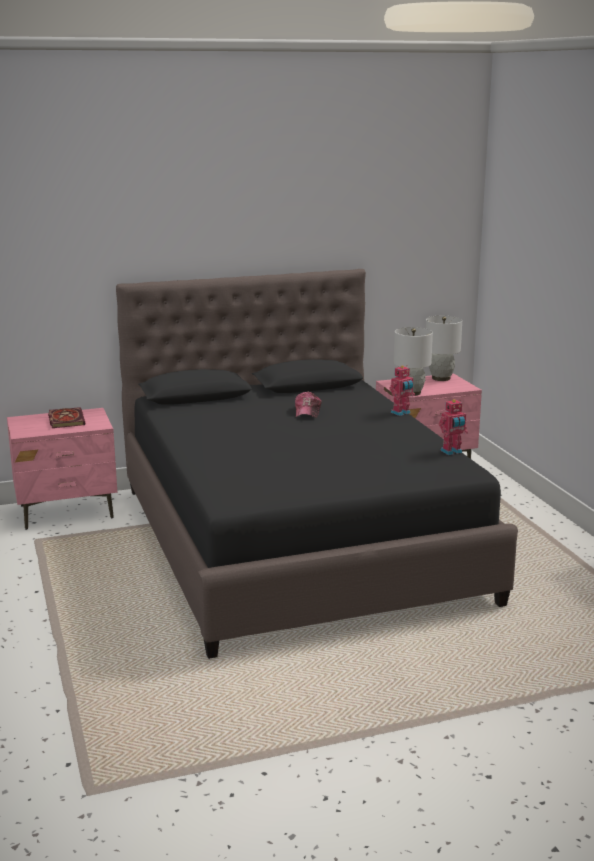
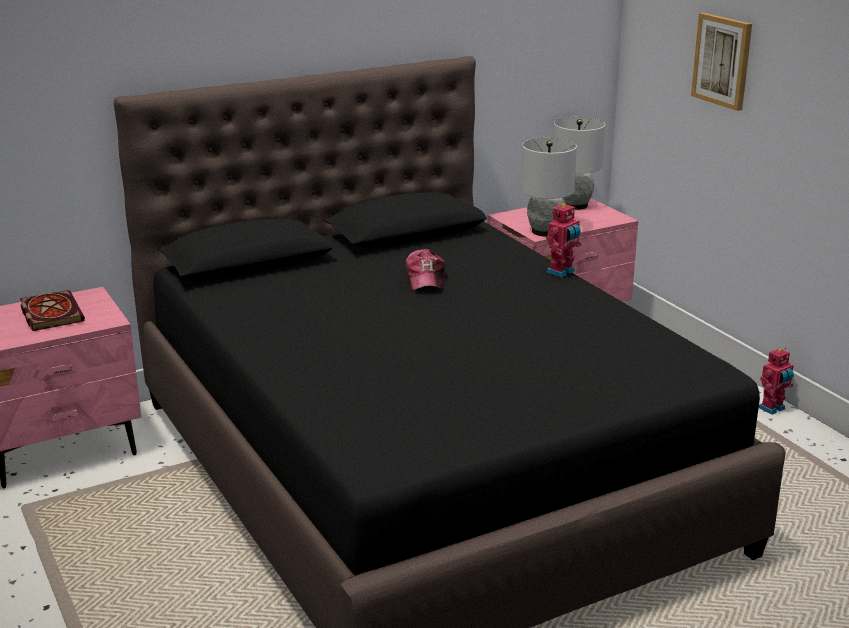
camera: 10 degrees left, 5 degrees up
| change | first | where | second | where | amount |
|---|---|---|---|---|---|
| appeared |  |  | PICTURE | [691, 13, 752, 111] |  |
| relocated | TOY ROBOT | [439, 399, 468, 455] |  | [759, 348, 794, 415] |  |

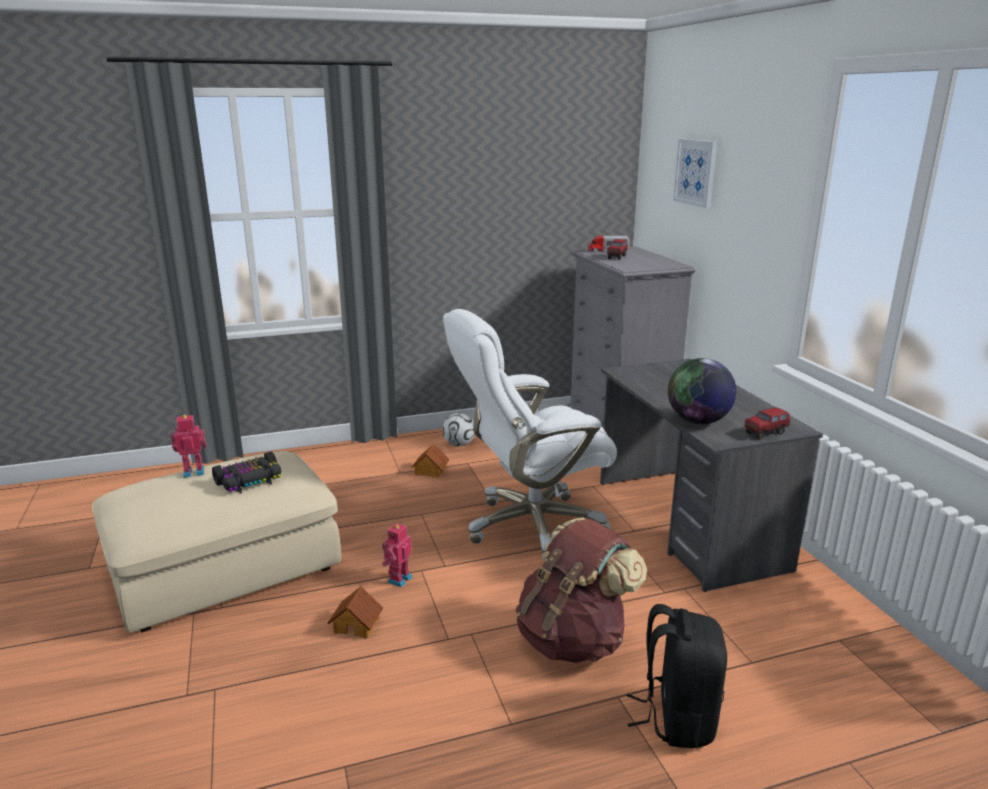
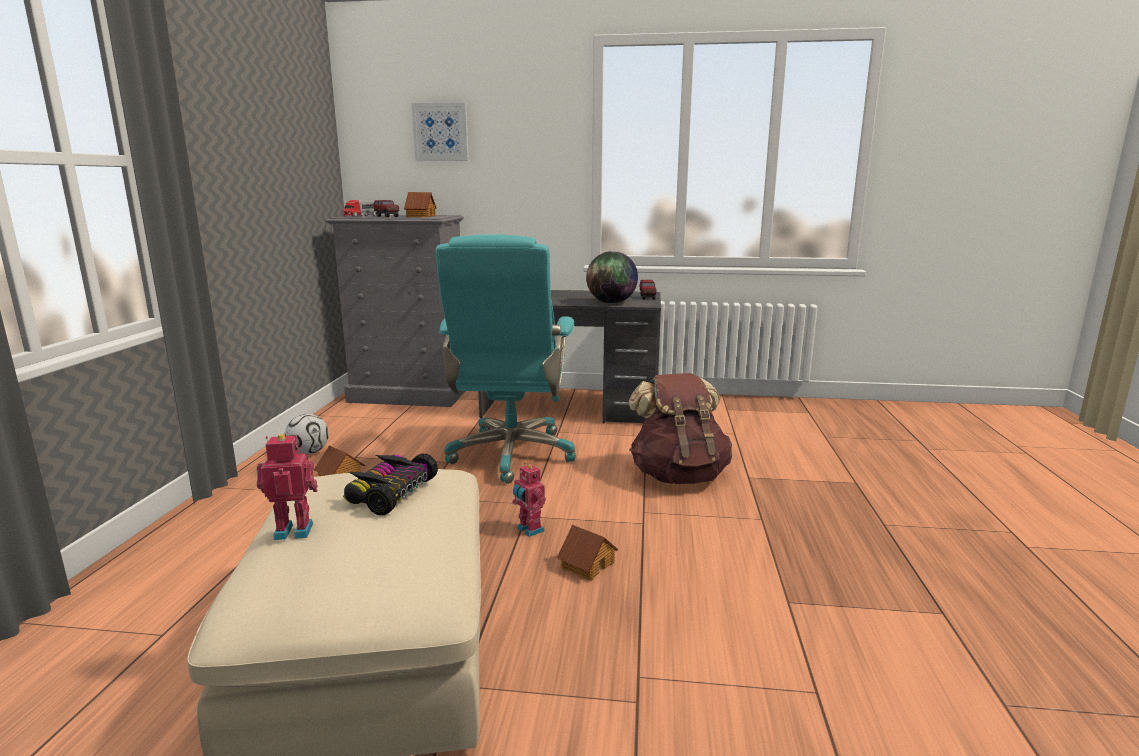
camera: 65 degrees left, 5 degrees down
| change | first | where | second | where | amount |
|---|---|---|---|---|---|
| spun | TOY ROBOT | [171, 415, 206, 478] |  | [257, 434, 318, 540] | 75 degrees clockwise |
| spun | TOY CAR | [212, 452, 281, 494] |  | [343, 453, 438, 515] | 150 degrees counterclockwise |
| appeared |  |  | TOY HOUSE | [404, 192, 437, 217] |  |
| colour | WHITE OFFICE CHAIR | [443, 309, 617, 560] | TURQUOISE OFFICE CHAIR | [436, 234, 576, 484] |  |
| missing | BLACK BACKPACK | [627, 604, 727, 748] |  |  |  |

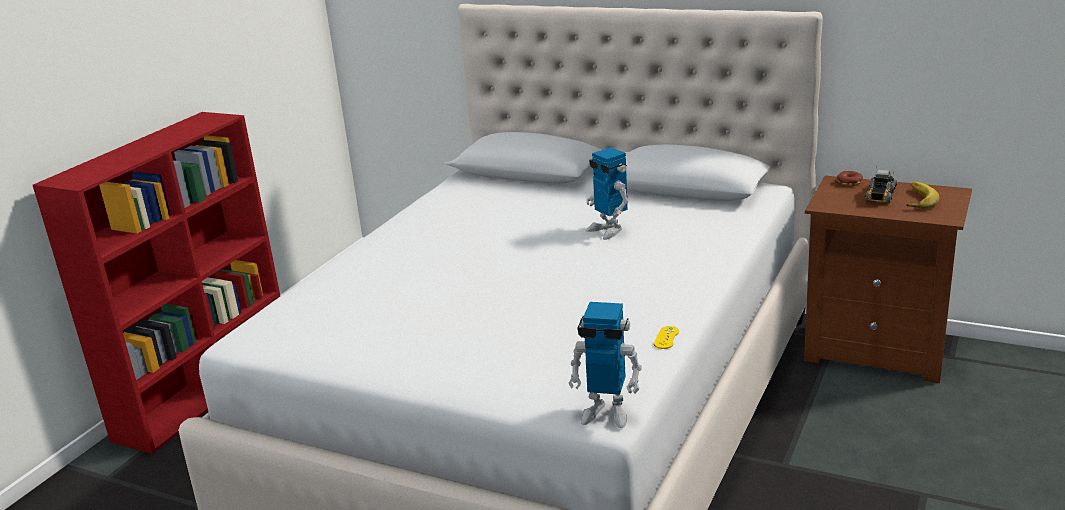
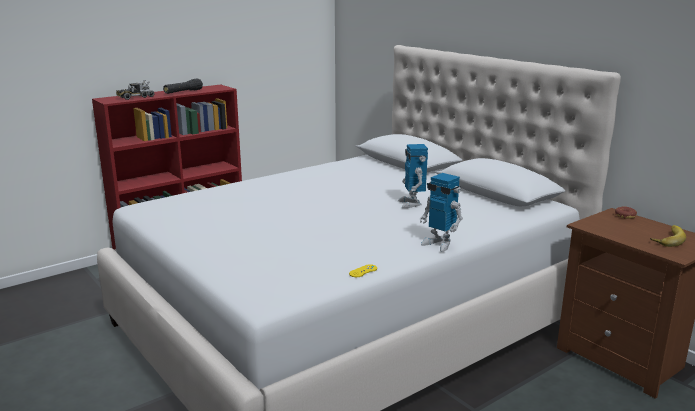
camera: 25 degrees right, 5 degrees down
| change | first | where | second | where | amount |
|---|---|---|---|---|---|
| relocated | TOY TRUCK | [865, 165, 897, 203] |  | [116, 81, 154, 100] |  |
| appeared |  |  | BLACK FLASHLIGHT | [163, 78, 203, 94] |  |
| relocated | TOY ROBOT | [568, 302, 642, 428] |  | [420, 173, 463, 252] |  |

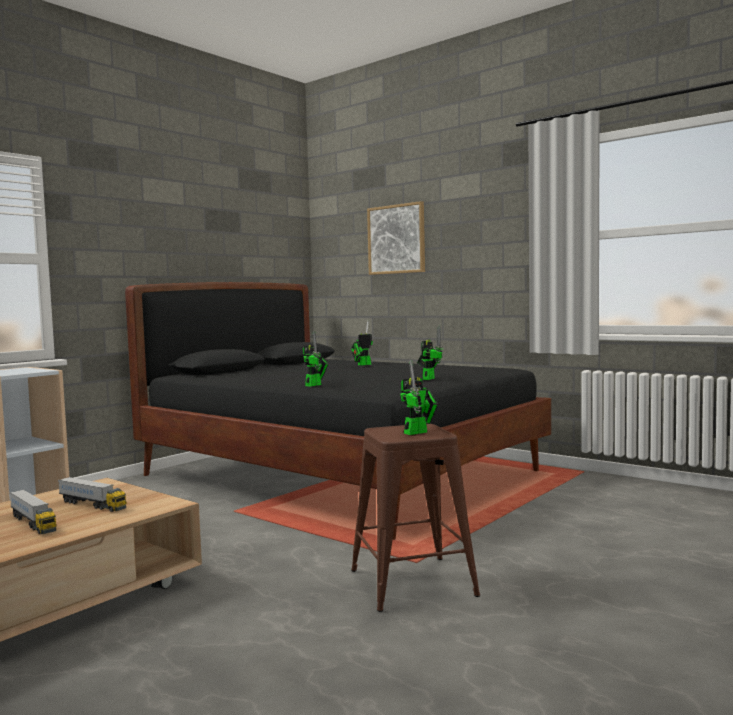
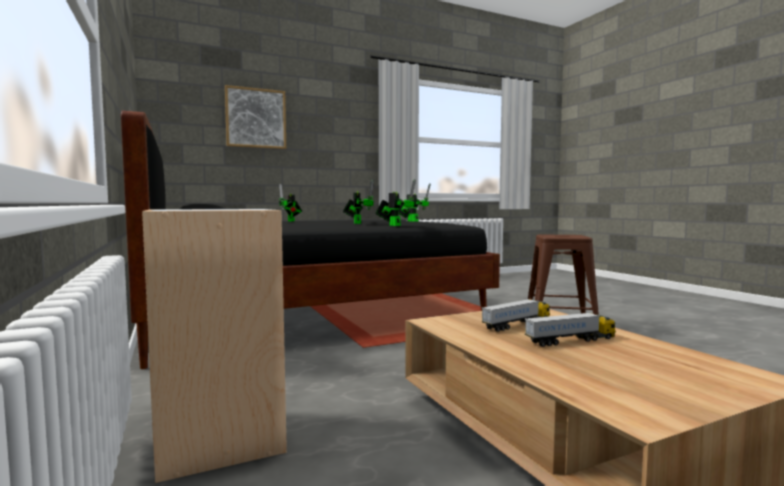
camera: 65 degrees left, 0 degrees up
| change | first | where | second | where | amount |
|---|---|---|---|---|---|
| relocated | TOY ROBOT | [400, 359, 438, 435] |  | [343, 179, 374, 224] |  |

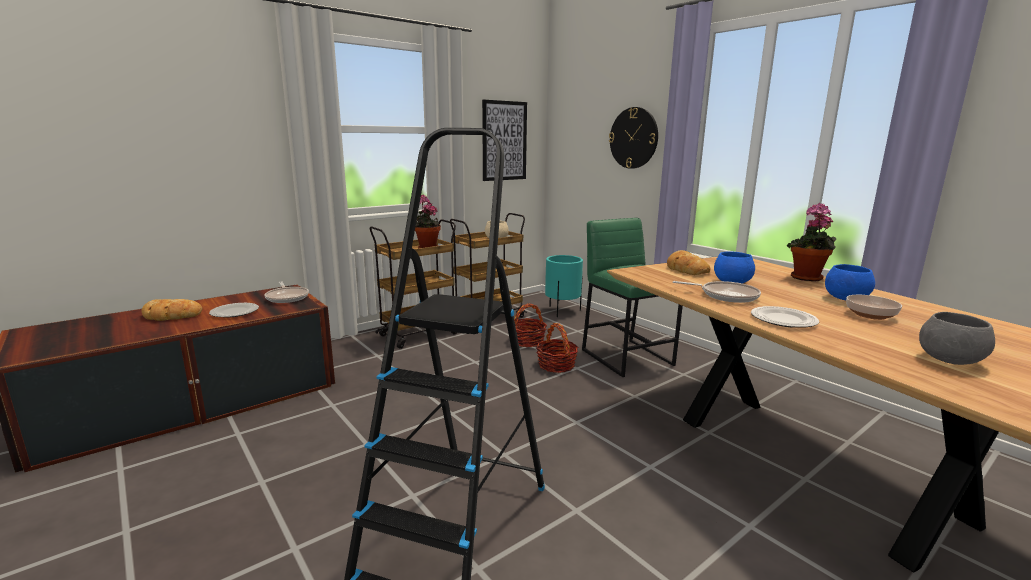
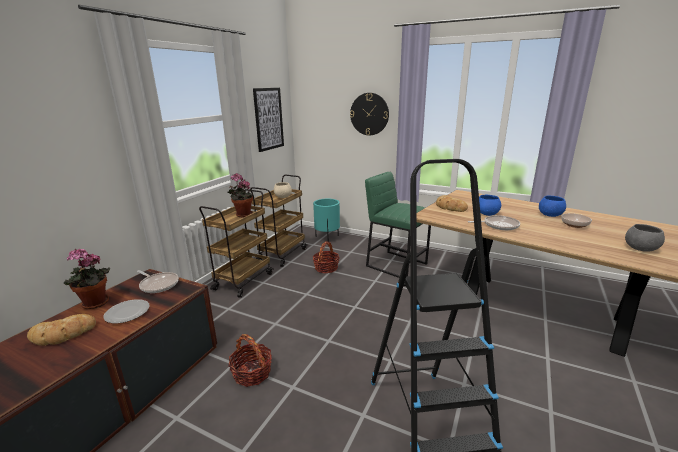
camera: 25 degrees left, 5 degrees up
| change | first | where | second | where | amount |
|---|---|---|---|---|---|
| relocated | POTTED PLANT | [787, 203, 836, 281] |  | [64, 249, 110, 309] |  |
| relocated | BASKET | [536, 323, 578, 373] |  | [228, 334, 272, 387] |  |
| missing | PLATE | [751, 306, 819, 328] |  |  |  |

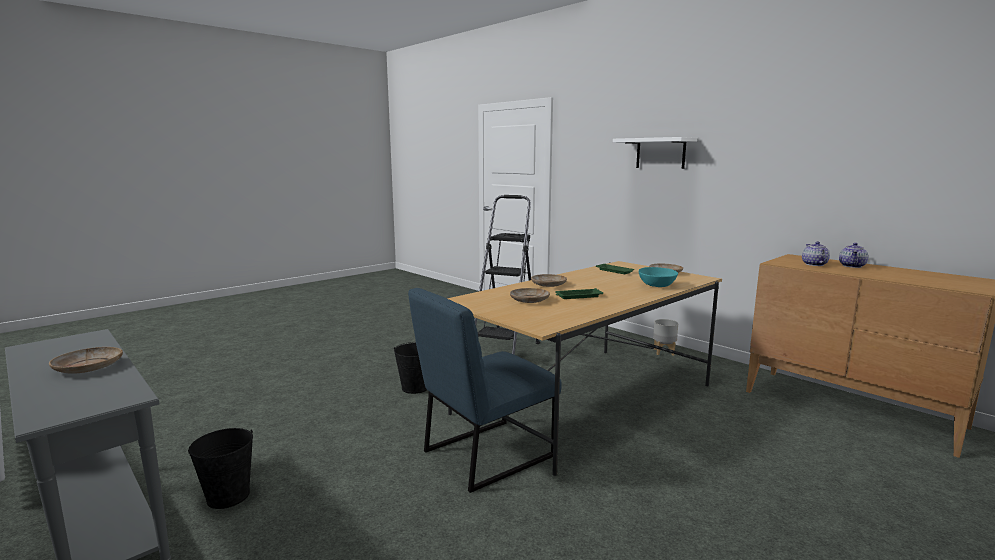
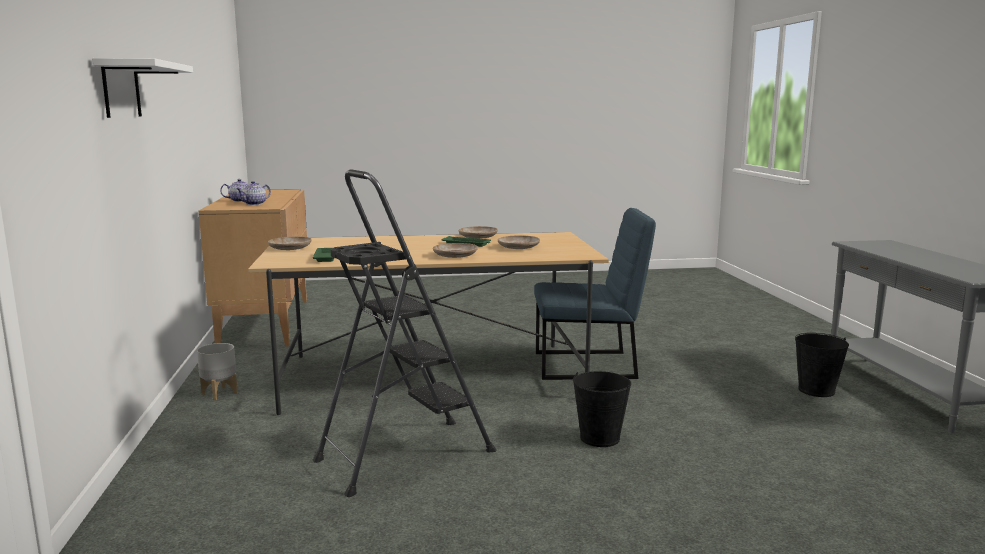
camera: 145 degrees left, 0 degrees up
| change | first | where | second | where | amount |
|---|---|---|---|---|---|
| relocated | BEIGE PLATE | [49, 347, 123, 374] |  | [458, 226, 498, 239] |  |
| missing | TURQUOISE BOWL | [638, 267, 678, 287] |  |  |  |

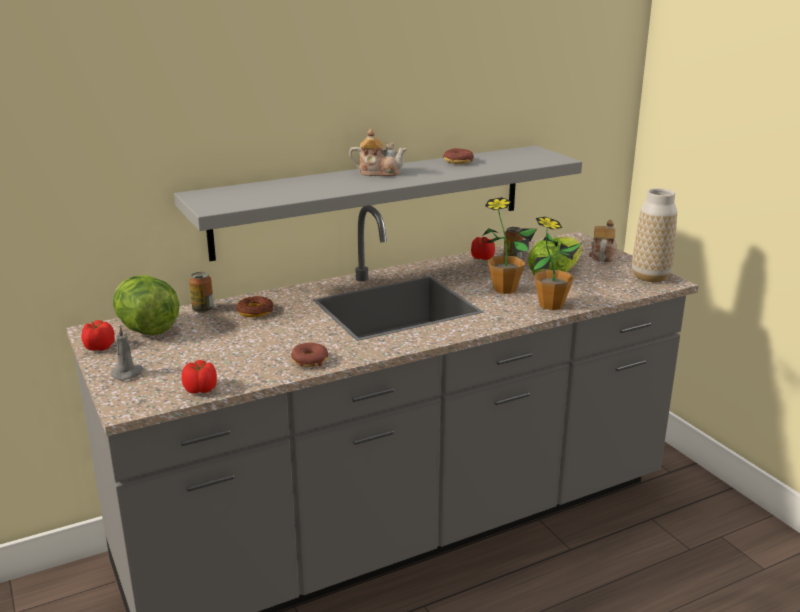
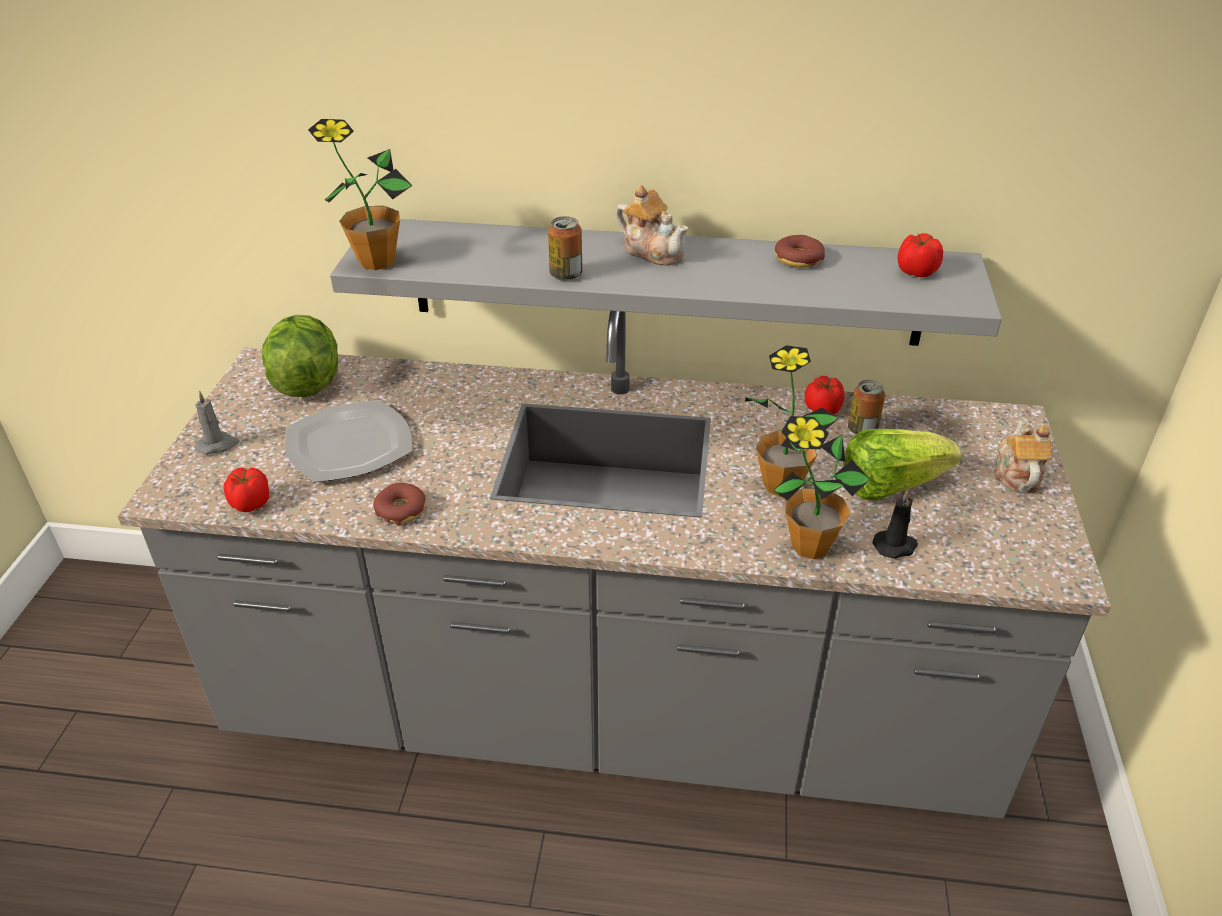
camera: 35 degrees right, 15 degrees up
| change | first | where | second | where | amount |
|---|---|---|---|---|---|
| appeared |  |  | PLATE | [285, 400, 412, 483] |  |
| appeared |  |  | POTTED PLANT | [308, 119, 412, 270] |  |
| relocated | CAN | [189, 272, 214, 313] |  | [548, 216, 582, 281] |  |
| appeared |  |  | BLACK CANDLE | [872, 489, 918, 559] |  |
| relocated | TOMATO | [81, 320, 115, 351] |  | [898, 233, 943, 277] |  |
| spun | TEAPOT | [589, 220, 617, 262] |  | [994, 417, 1052, 493] | 45 degrees counterclockwise |
| missing | DONUT | [236, 296, 274, 317] |  |  |  |
| missing | VASE | [632, 188, 677, 282] |  |  |  |

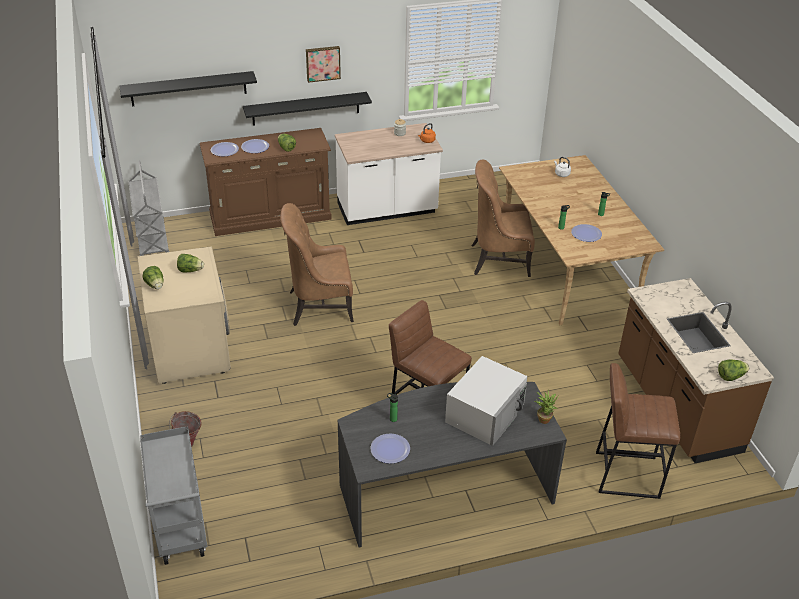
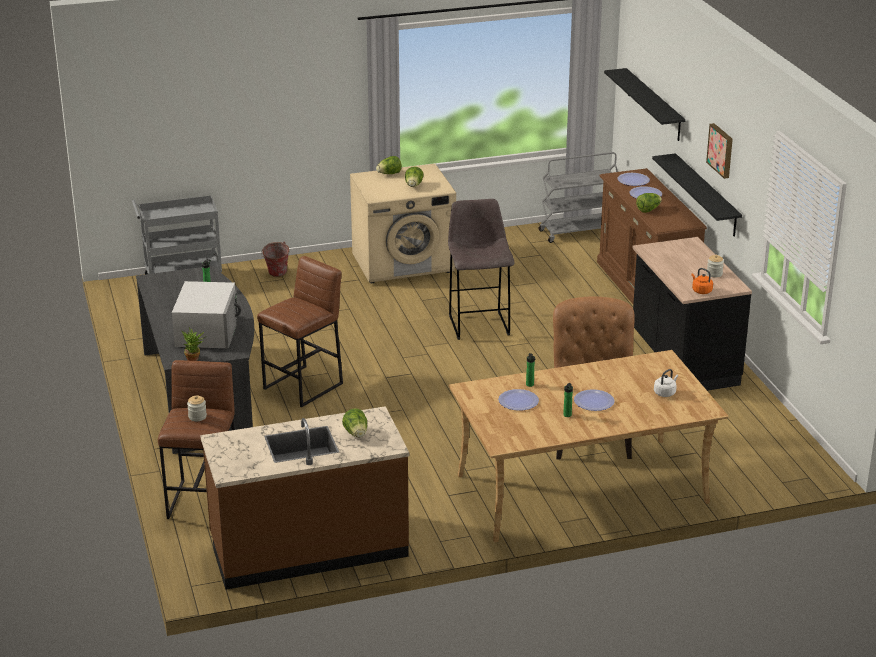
camera: 90 degrees right, 10 degrees down
| change | first | where | second | where | amount |
|---|---|---|---|---|---|
| spun | WHITE MICROWAVE | [445, 356, 527, 446] |  | [172, 281, 241, 349] | 120 degrees counterclockwise |
| appeared |  |  | JAR | [187, 396, 207, 421] |  |
| relocated | LETTUCE | [718, 359, 749, 381] |  | [342, 408, 367, 438] |  |
| exchanged | BROWN CHAIR | [280, 203, 354, 326] | GREY STOOL | [448, 199, 514, 340] |  |
| relocated | PLATE | [370, 434, 410, 464] |  | [574, 389, 615, 411] |  |
| colour | WHITE COUNTER | [335, 123, 443, 225] | BLACK COUNTER | [632, 237, 752, 391] |  |

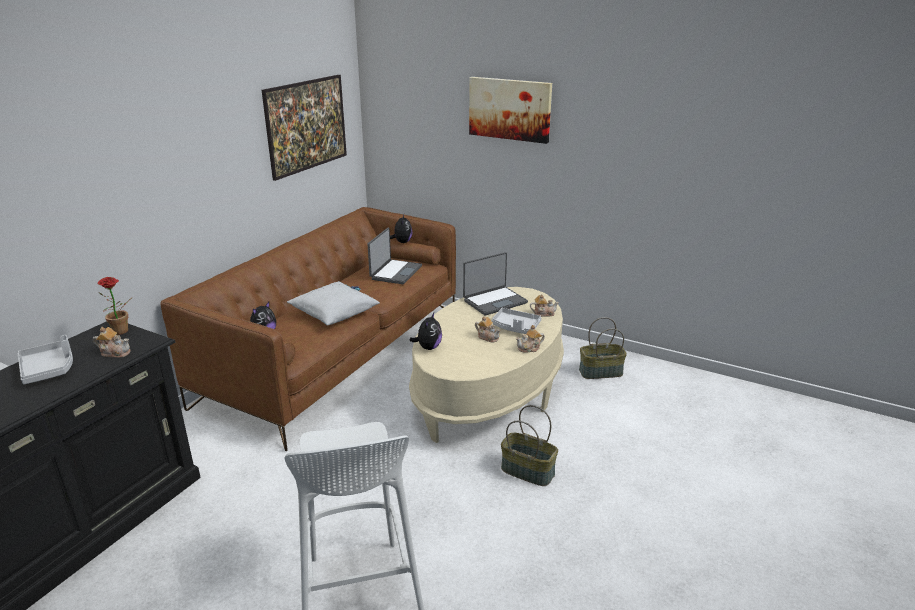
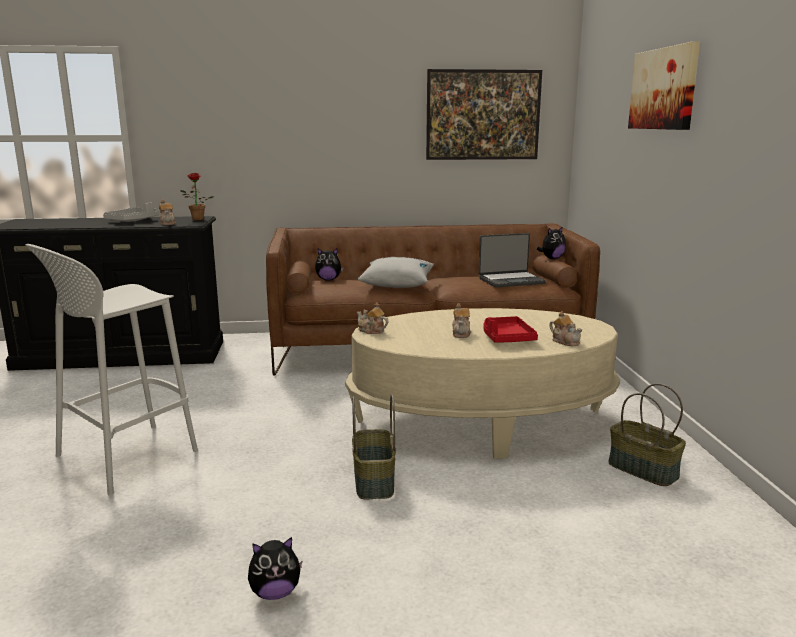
camera: 55 degrees right, 10 degrees down
| change | first | where | second | where | amount |
|---|---|---|---|---|---|
| relocated | PLUSH TOY | [409, 313, 442, 350] |  | [248, 537, 303, 600] |  |
| relocated | TEAPOT | [516, 325, 545, 353] |  | [357, 302, 389, 334] |  |
| colour | GREY TRAY | [492, 308, 542, 334] | RED TRAY | [484, 316, 538, 343] |  |
| missing | LAPTOP | [463, 252, 528, 316] |  |  |  |

